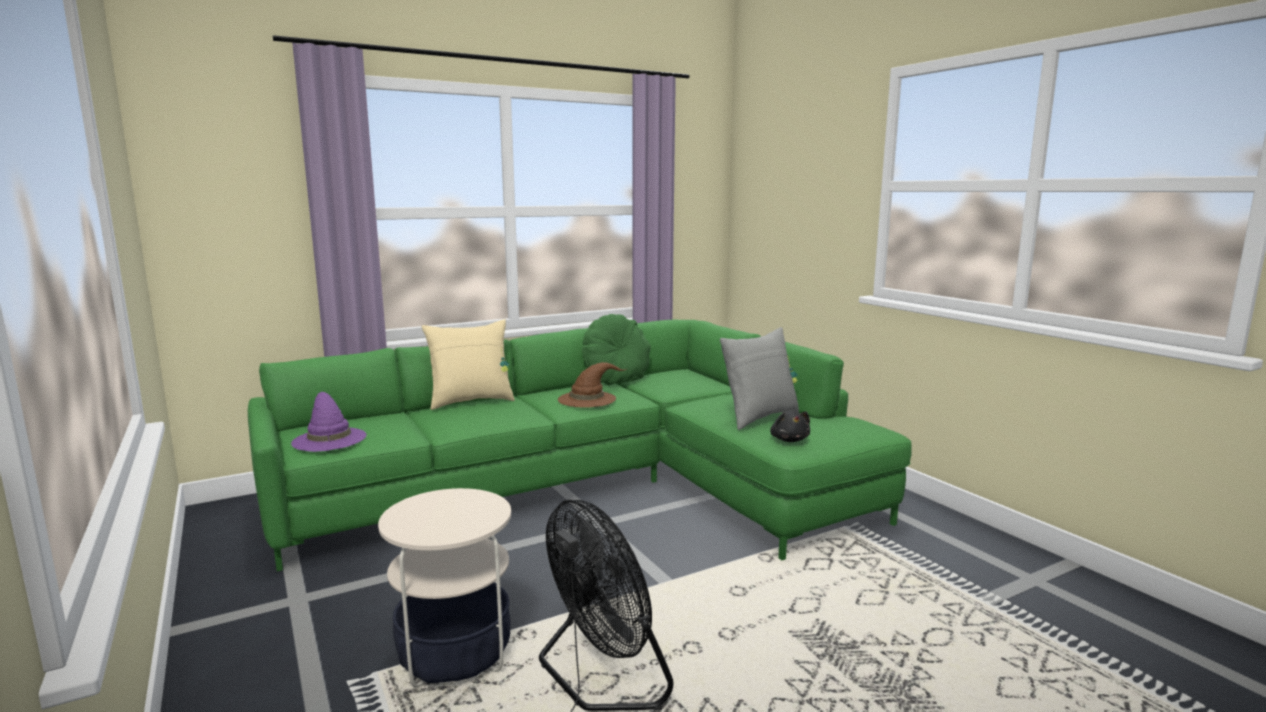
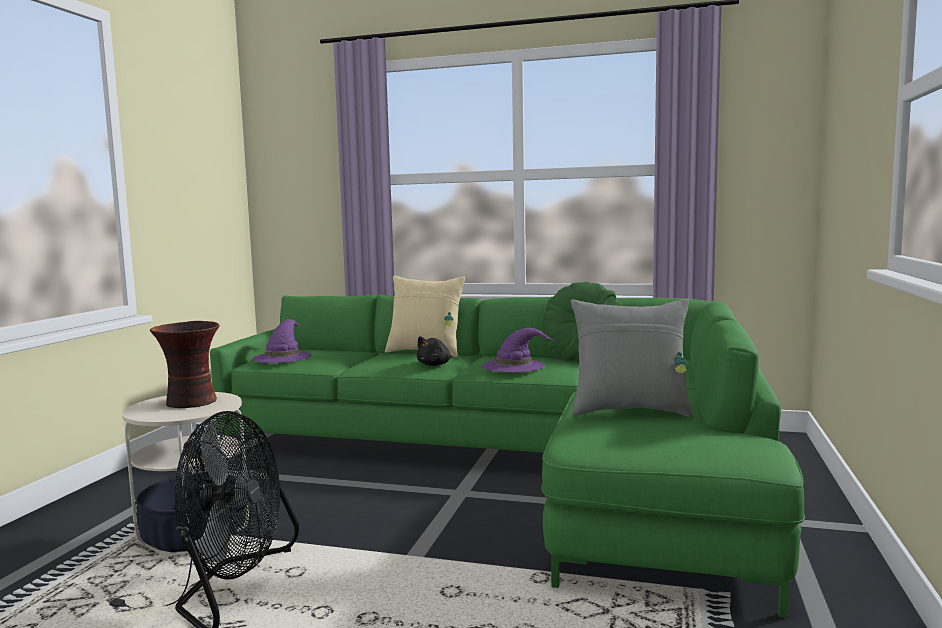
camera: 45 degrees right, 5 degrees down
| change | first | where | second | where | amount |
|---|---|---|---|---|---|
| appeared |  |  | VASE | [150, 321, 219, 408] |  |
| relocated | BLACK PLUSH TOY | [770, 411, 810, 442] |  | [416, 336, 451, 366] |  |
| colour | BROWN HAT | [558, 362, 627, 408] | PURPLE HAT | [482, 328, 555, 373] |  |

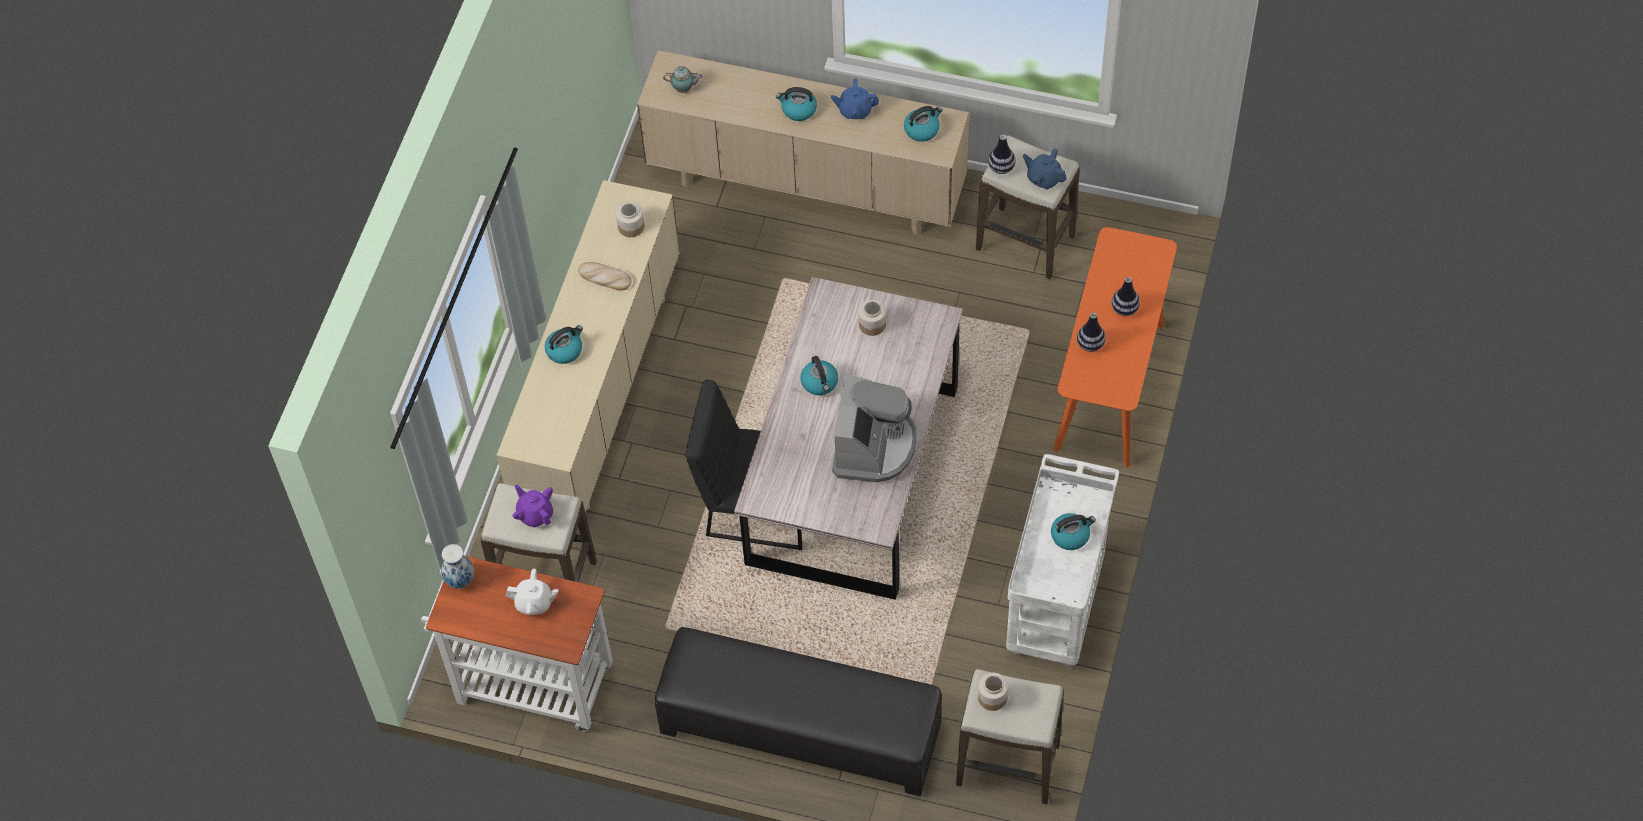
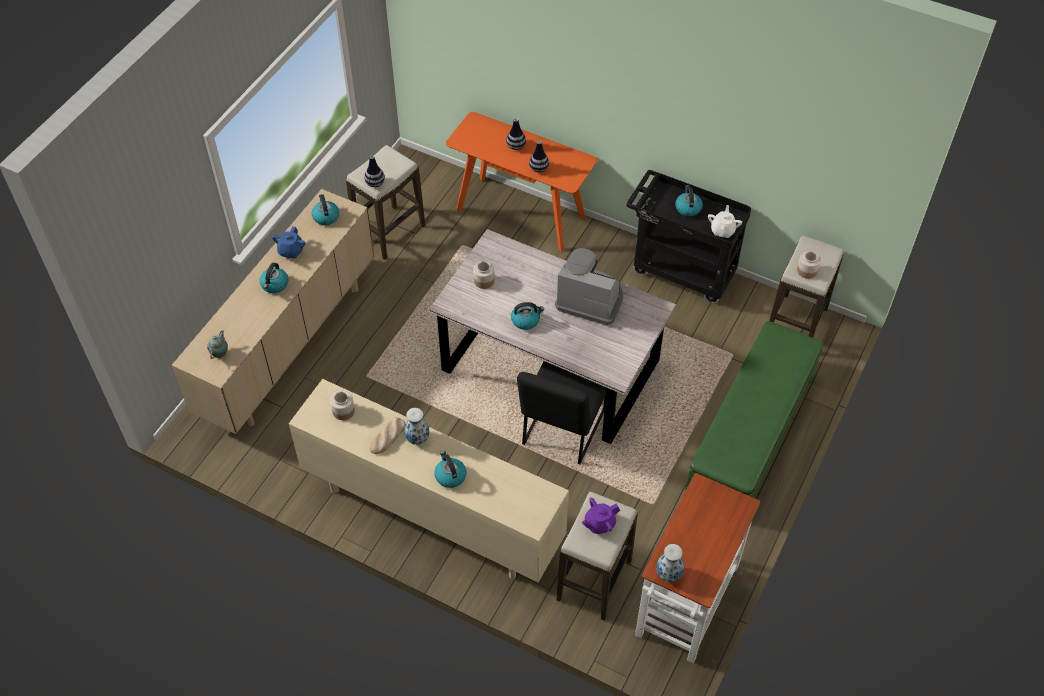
camera: 80 degrees left, 5 degrees down
| change | first | where | second | where | amount |
|---|---|---|---|---|---|
| appeared |  |  | VASE | [404, 408, 429, 445] |  |
| colour | WHITE CART | [1006, 454, 1119, 668] | BLACK CART | [627, 170, 751, 303] |  |
| colour | BLACK BENCH | [655, 627, 942, 796] | GREEN BENCH | [685, 321, 823, 498] |  |
| relocated | WHITE TEAPOT | [506, 569, 558, 615] |  | [708, 205, 742, 238] |  |
| missing | BLUE TEAPOT | [1023, 149, 1067, 190] |  |  |  |

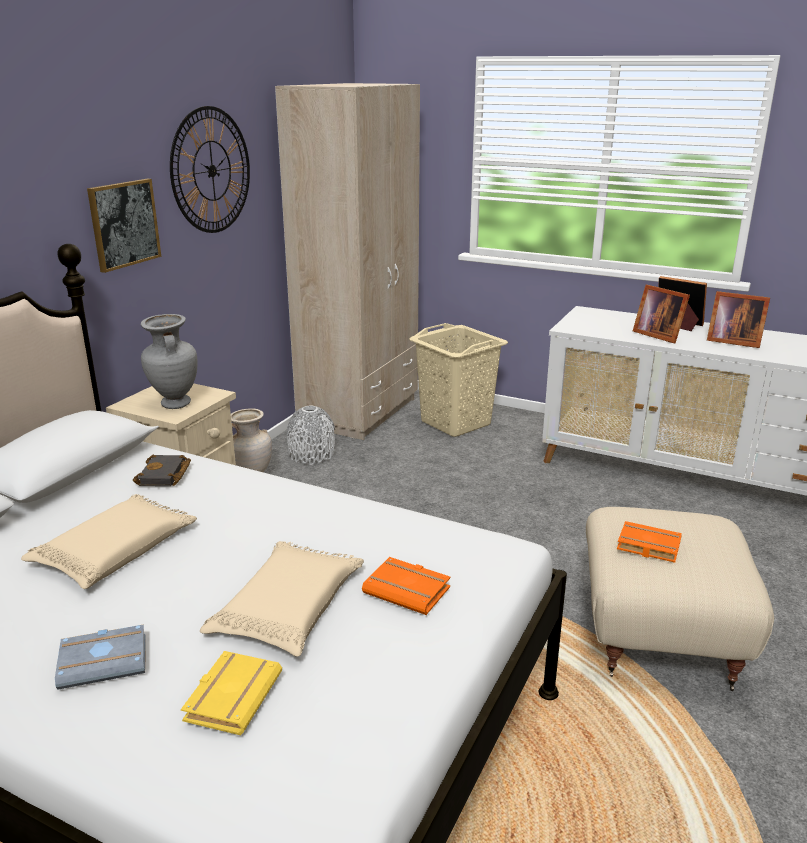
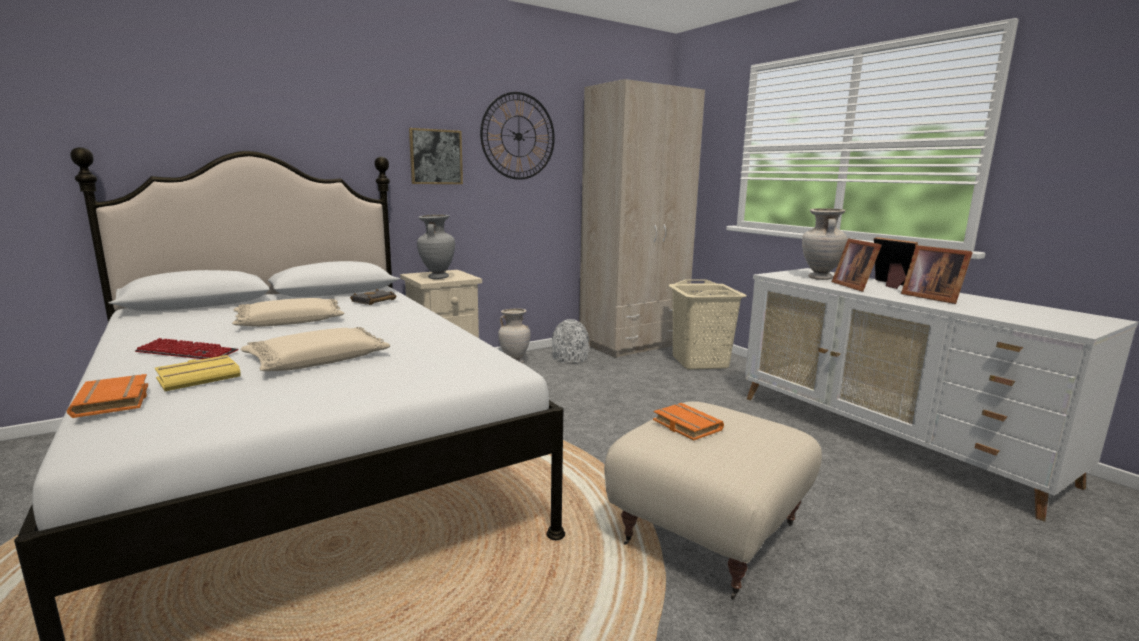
camera: 30 degrees right, 10 degrees down
| change | first | where | second | where | amount |
|---|---|---|---|---|---|
| relocated | ORANGE BOOK | [362, 557, 451, 615] |  | [67, 374, 148, 418] |  |
| exchanged | GREY BOOK | [55, 624, 146, 690] | KEYBOARD | [135, 338, 238, 359] |  |
| appeared |  |  | BEIGE VASE | [802, 208, 847, 280] |  |

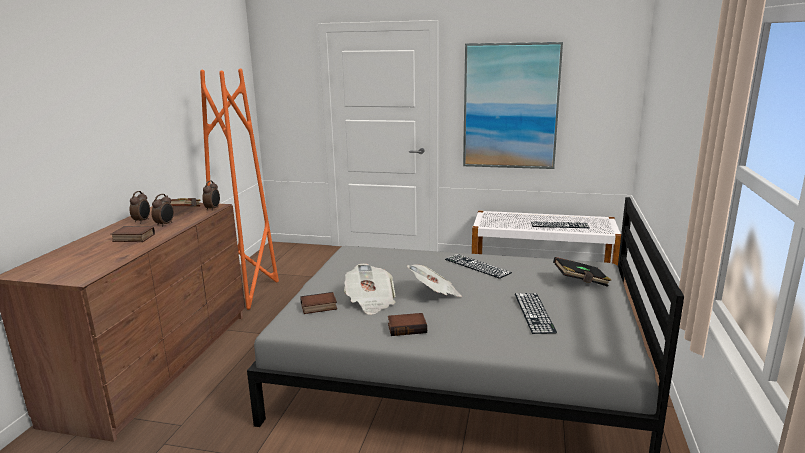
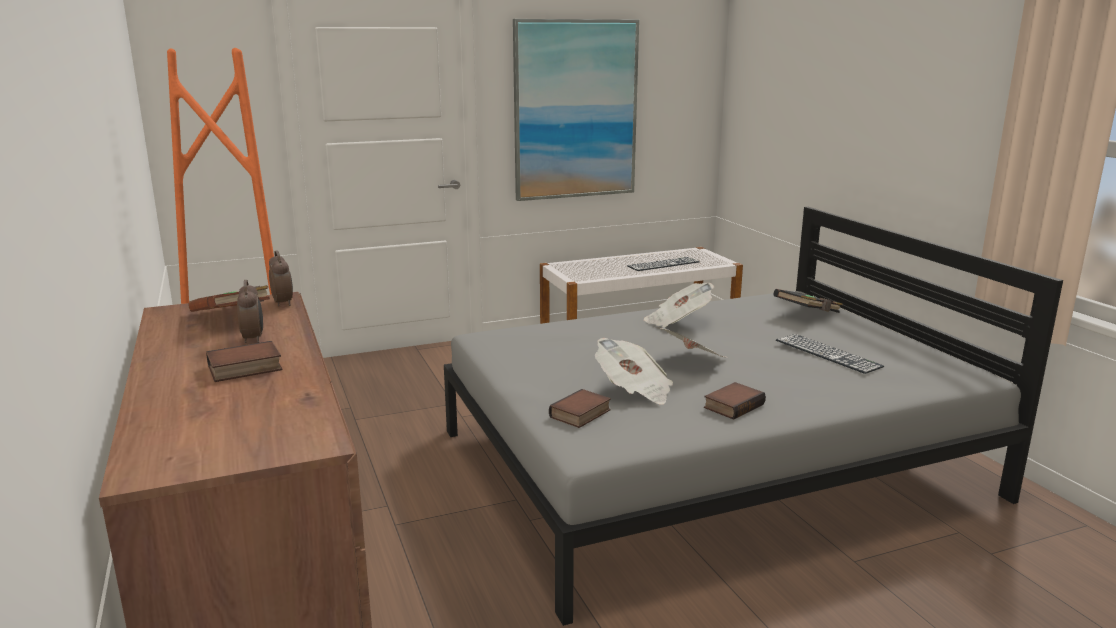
camera: 35 degrees left, 0 degrees up
| change | first | where | second | where | amount |
|---|---|---|---|---|---|
| exchanged | KEYBOARD | [445, 254, 512, 279] | NEWSPAPER | [644, 283, 714, 327] |  |
| missing | ALARM CLOCK | [129, 191, 150, 223] |  |  |  |

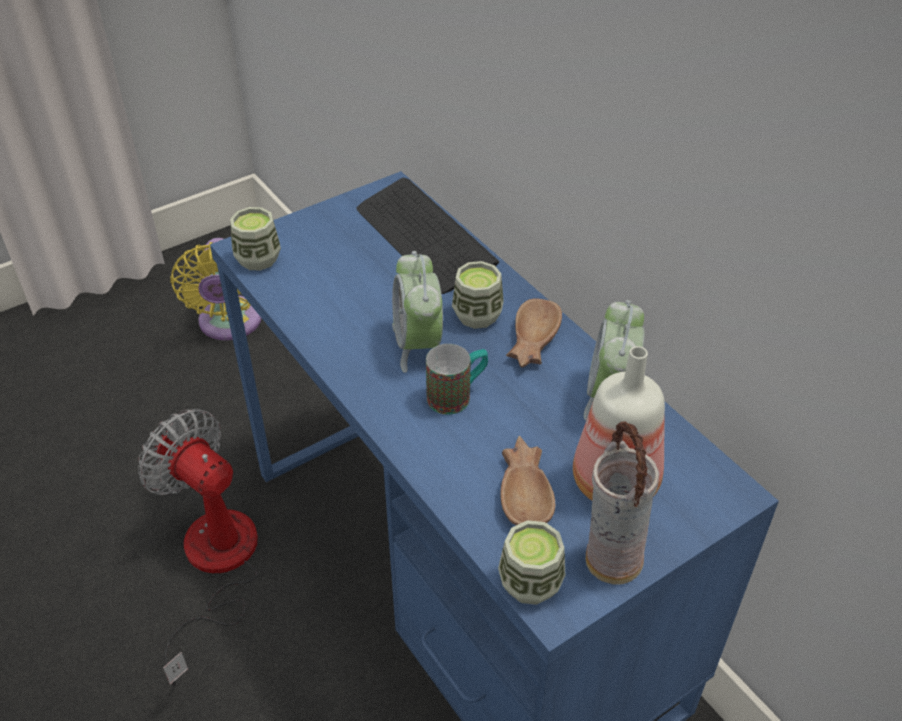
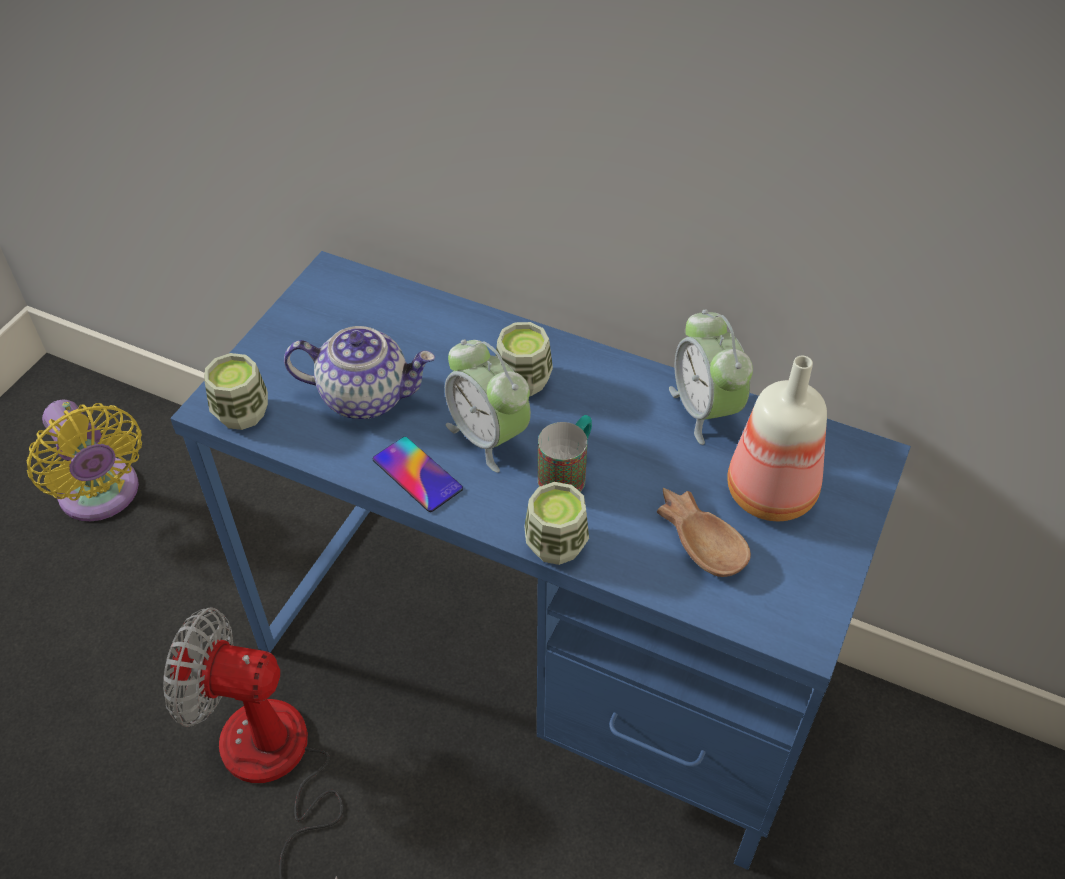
camera: 30 degrees left, 5 degrees up
| change | first | where | second | where | amount |
|---|---|---|---|---|---|
| appeared |  |  | TEAPOT | [284, 326, 435, 419] |  |
| appeared |  |  | PHONE | [373, 437, 463, 512] |  |
| relocated | CUP | [498, 520, 565, 605] |  | [524, 482, 589, 565] |  |
| missing | KEYBOARD | [356, 178, 499, 294] |  |  |  |
| missing | BROWN BOWL | [506, 298, 562, 368] |  |  |  |
| missing | VASE | [585, 421, 659, 585] |  |  |  |

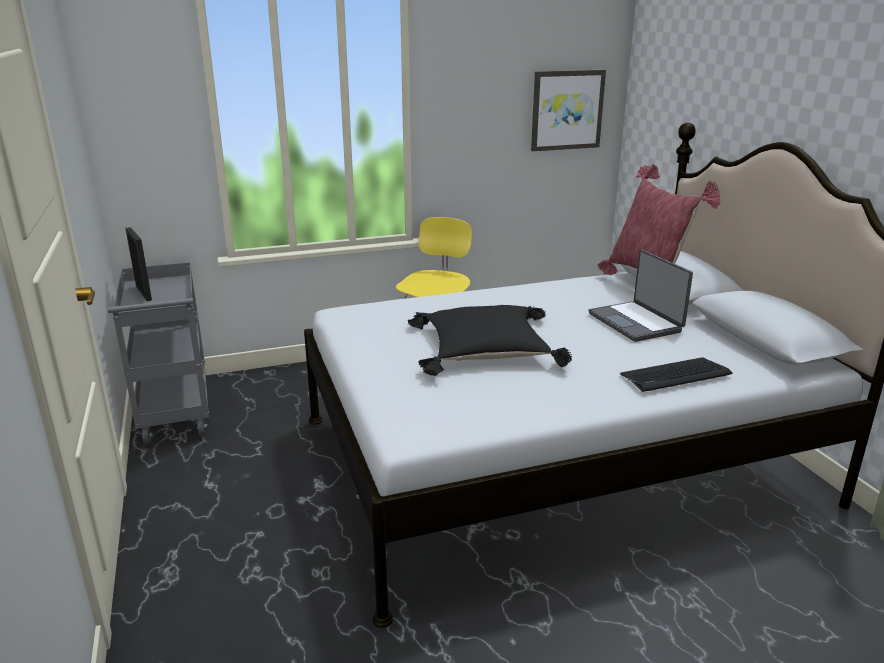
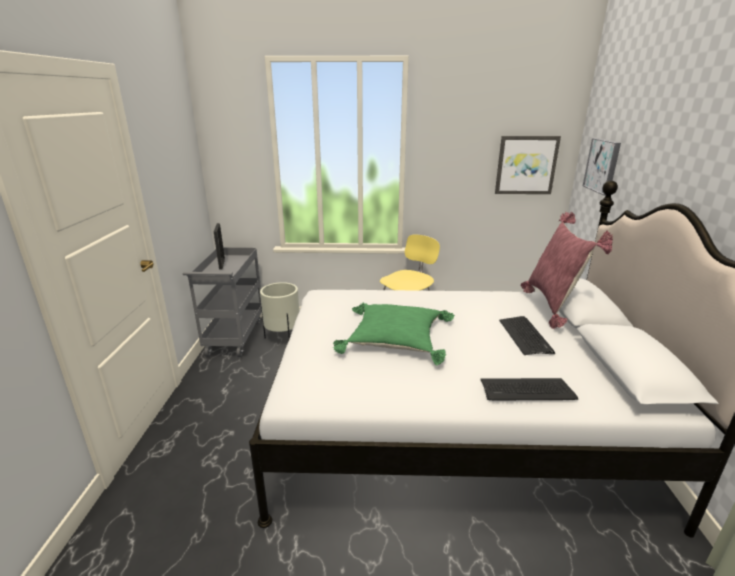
camera: 20 degrees right, 0 degrees up
| change | first | where | second | where | amount |
|---|---|---|---|---|---|
| appeared |  |  | BEIGE PLANTER | [260, 282, 299, 338] |  |
| colour | BLACK PILLOW | [408, 305, 573, 376] | GREEN PILLOW | [333, 302, 454, 366] |  |
| exchanged | LAPTOP | [589, 250, 693, 342] | KEYBOARD | [499, 316, 555, 355] |  |
| appeared |  |  | PICTURE | [583, 138, 621, 196] |  |

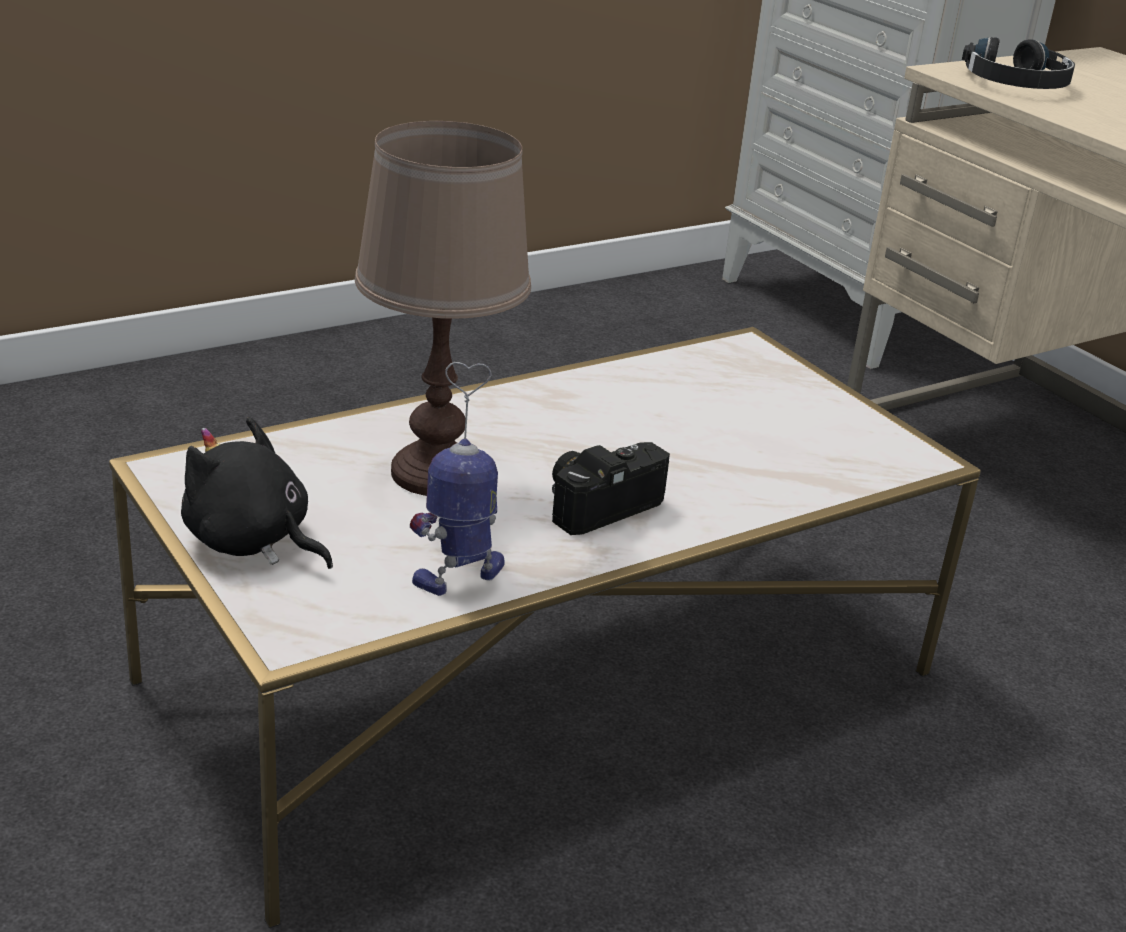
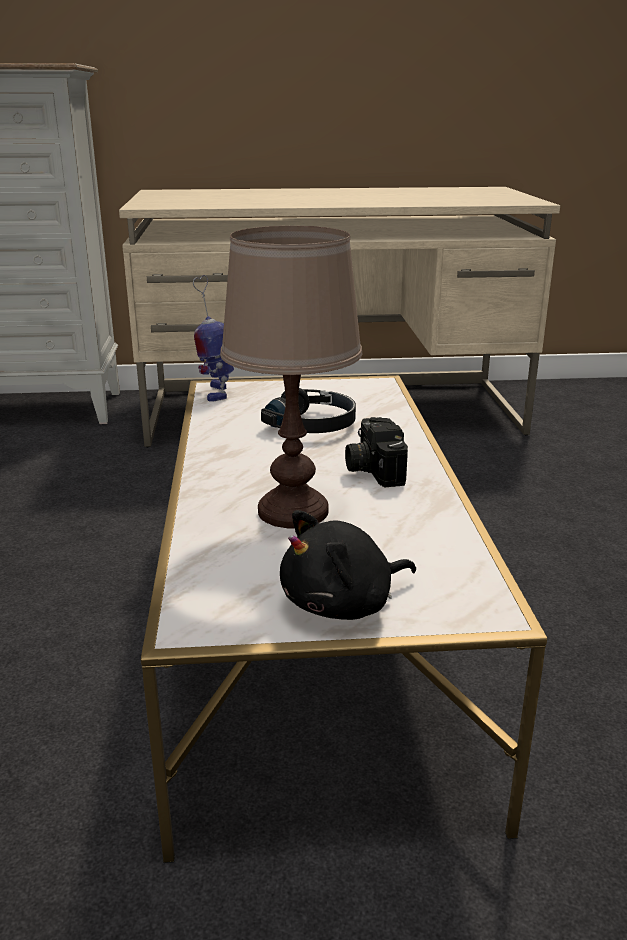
camera: 60 degrees left, 5 degrees down
| change | first | where | second | where | amount |
|---|---|---|---|---|---|
| relocated | TOY ROBOT | [410, 362, 505, 596] |  | [193, 275, 234, 402] |  |
| relocated | BLACK HEADPHONES | [962, 37, 1075, 89] |  | [261, 388, 356, 433] |  |

